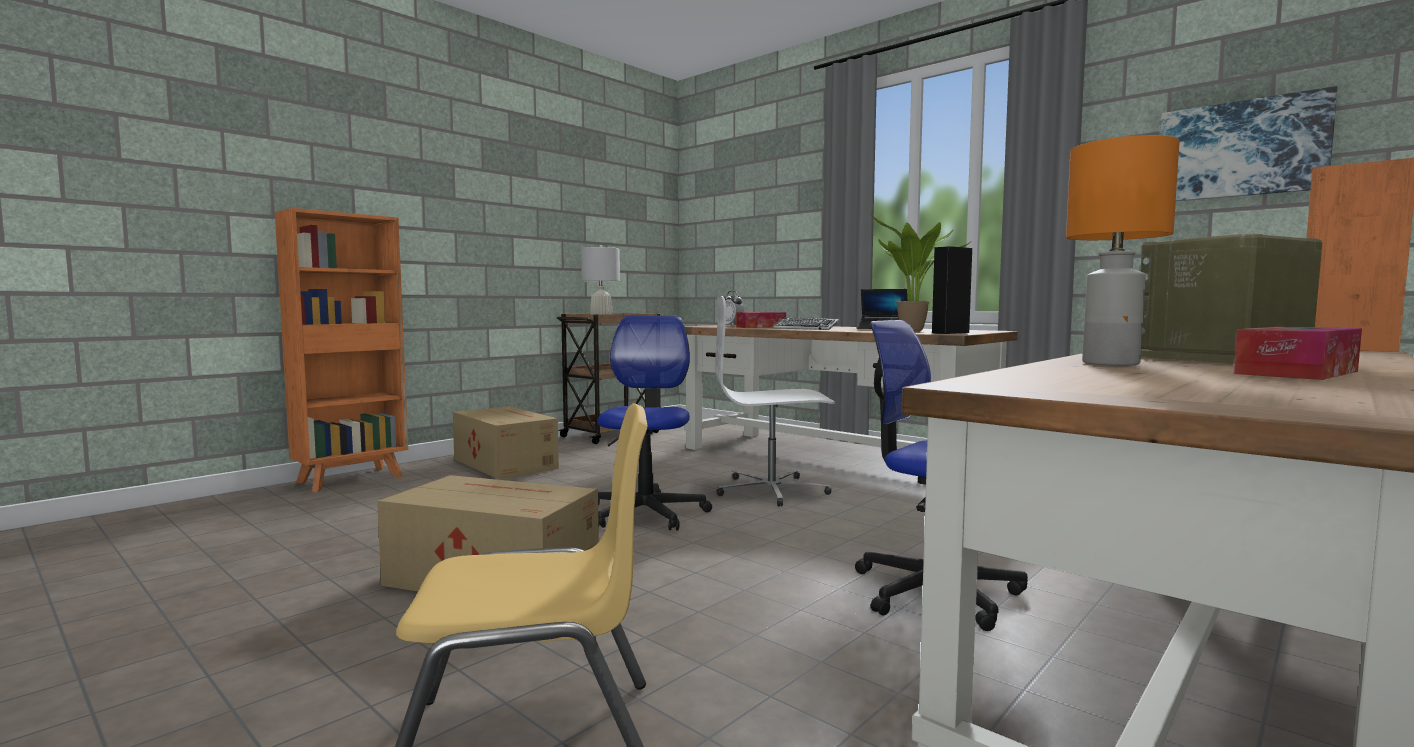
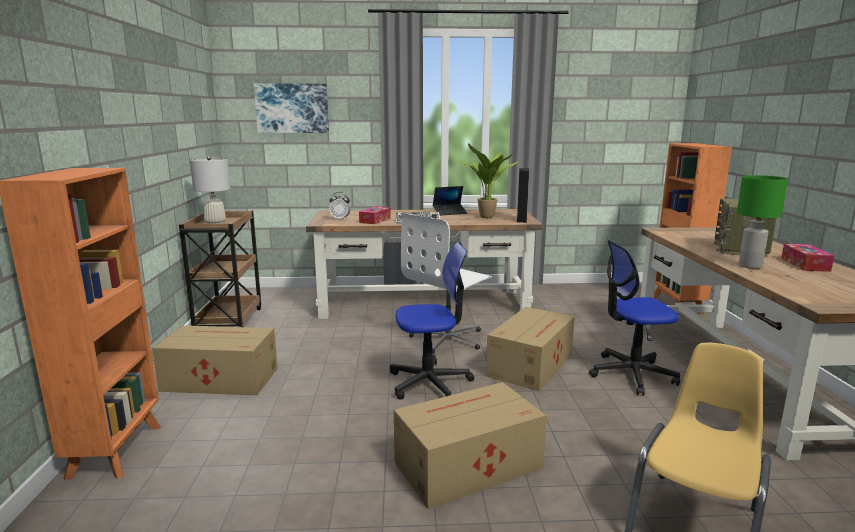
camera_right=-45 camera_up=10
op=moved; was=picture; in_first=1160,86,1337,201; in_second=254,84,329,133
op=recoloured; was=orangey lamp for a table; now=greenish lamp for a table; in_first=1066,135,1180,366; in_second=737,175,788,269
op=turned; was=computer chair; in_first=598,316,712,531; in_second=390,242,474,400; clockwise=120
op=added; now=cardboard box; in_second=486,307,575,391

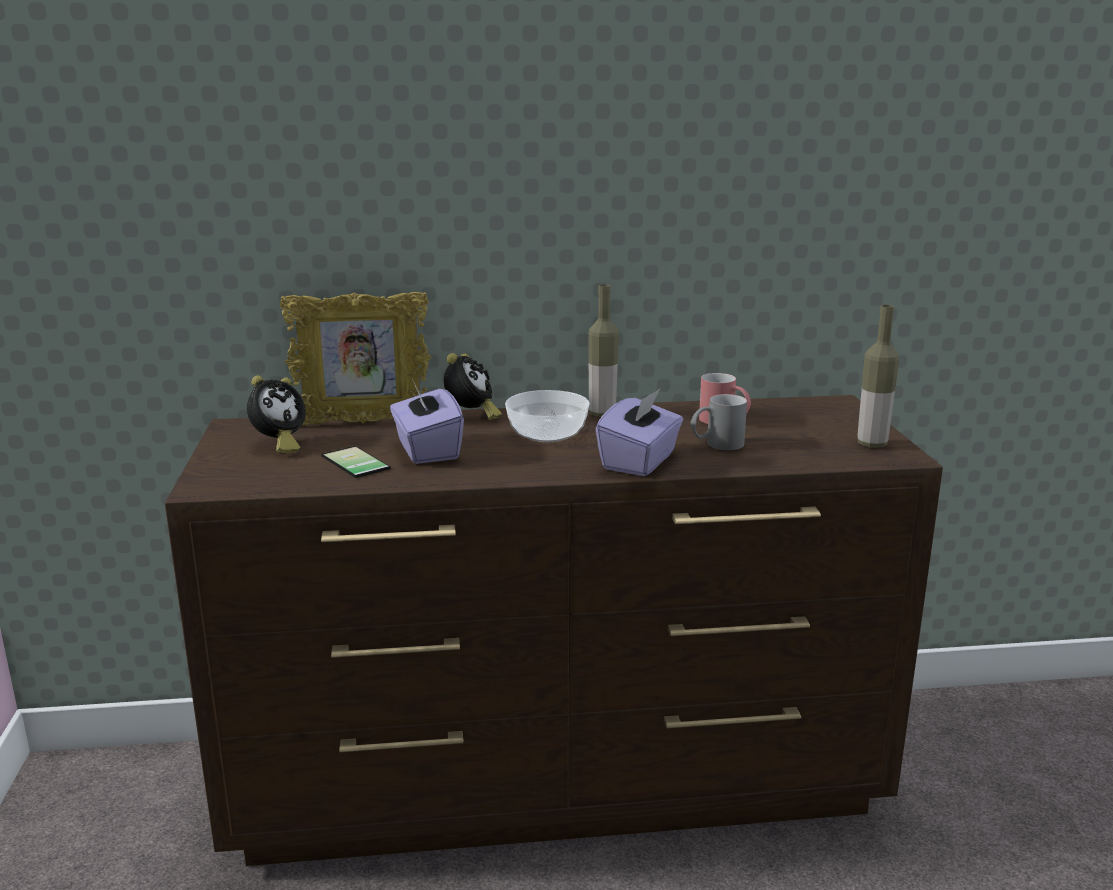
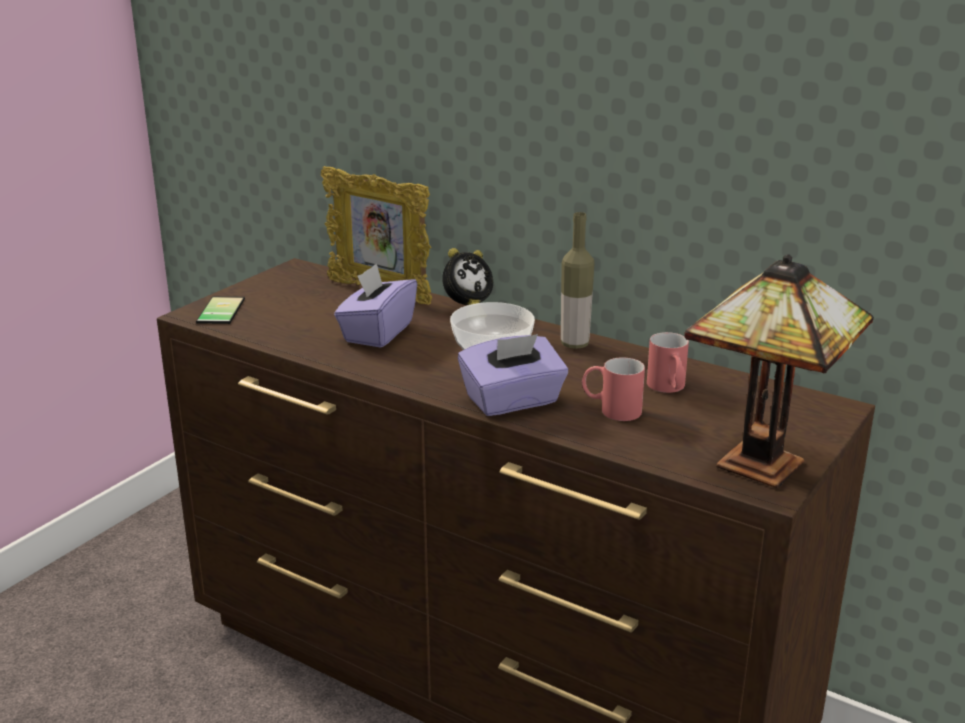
camera_right=40 camera_up=5
op=replaced; was=beverage bottle; now=lamp for a table; in_first=857,305,899,448; in_second=684,254,874,488
op=removed; was=bedside clock; in_first=247,376,306,453
op=recoloured; was=greyish tea mug; now=red-coloured tea mug; in_first=691,394,747,450; in_second=582,357,645,421
op=moved; was=handset; in_first=321,446,391,478; in_second=196,296,245,324

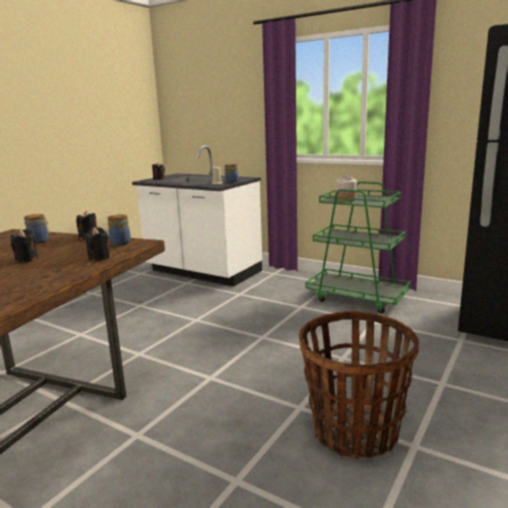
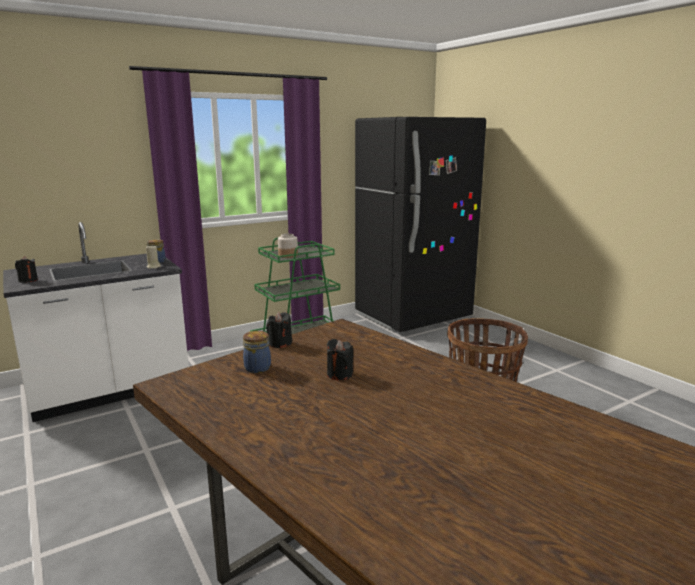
camera_right=-65 camera_up=0
op=removed; was=jar; in_first=107,214,131,246
op=removed; was=black wax candle; in_first=84,227,110,261

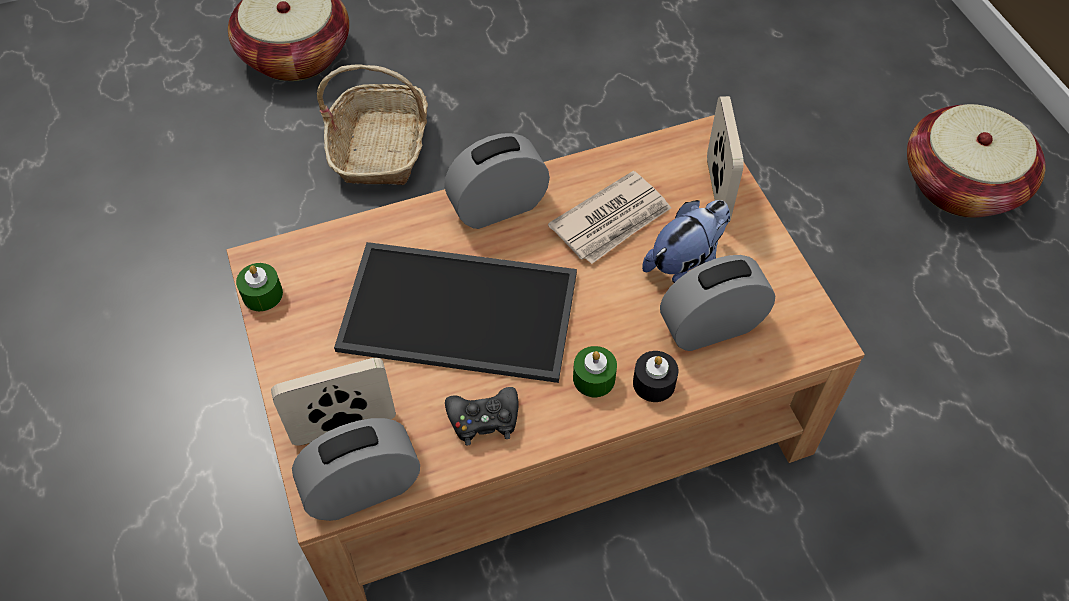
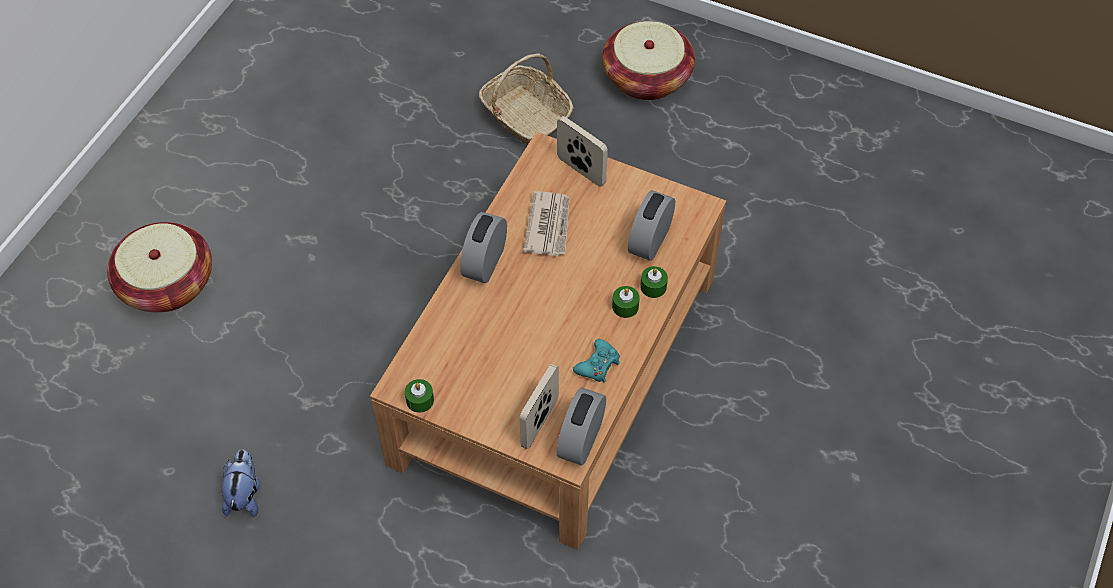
camera_right=-45 camera_up=0
op=moved; was=basket; in_first=317,65,428,185; in_second=479,54,574,146
op=moved; was=cuddly toy; in_first=642,200,730,283; in_second=222,450,260,517
op=removed; was=carrying tray; in_first=334,242,577,383
op=recoloured; was=black wax candle; now=greenish wax candle; in_first=633,351,679,402; in_second=640,266,668,298
op=recoloured; was=black game controller; now=turquoise game controller; in_first=445,387,518,445; in_second=573,339,620,382

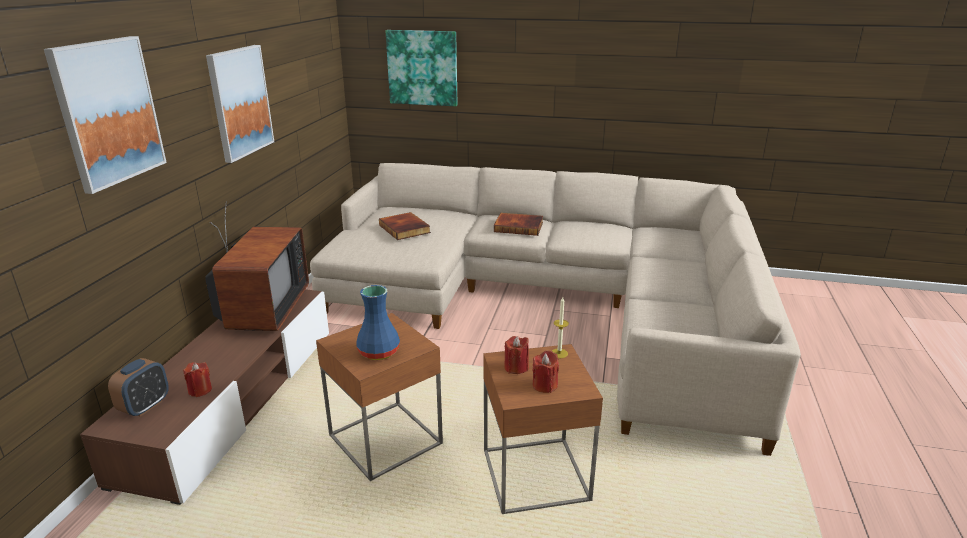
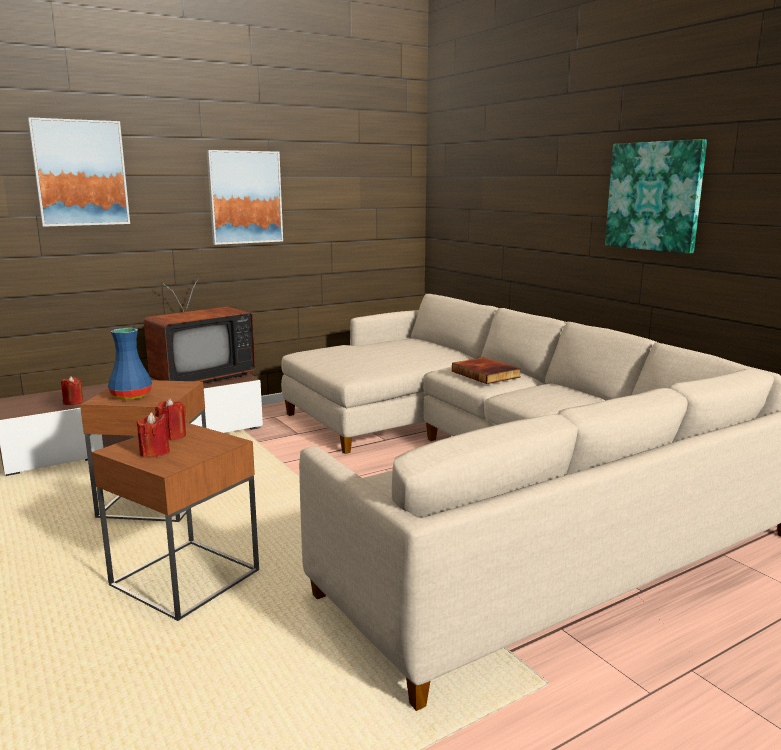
camera_right=45 camera_up=-10
op=moved; was=picture; in_first=386,30,458,106; in_second=605,139,707,254
op=removed; was=book; in_first=379,212,431,240
op=removed; was=wax candle; in_first=552,297,569,358
op=removed; was=bedside clock; in_first=108,358,169,417

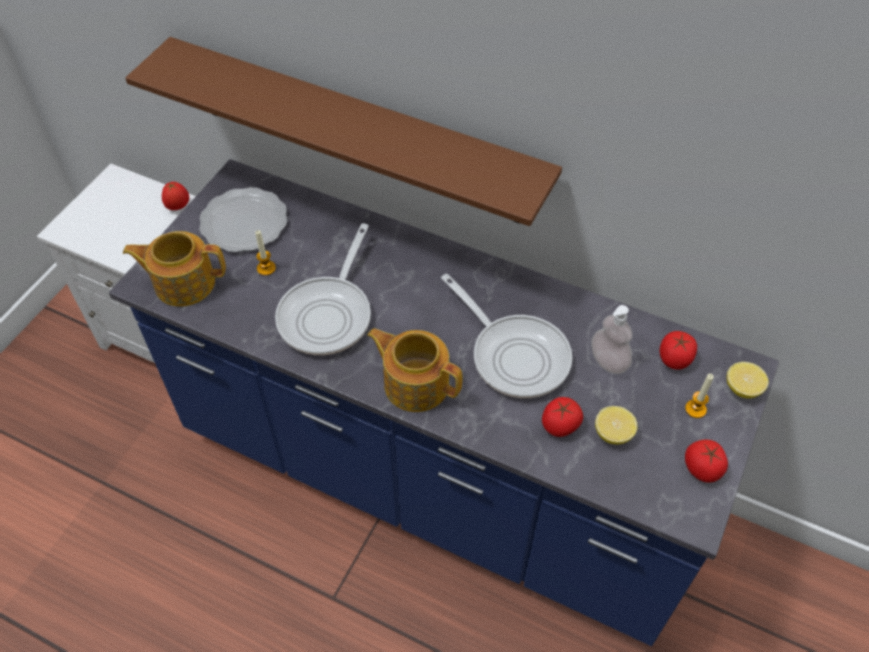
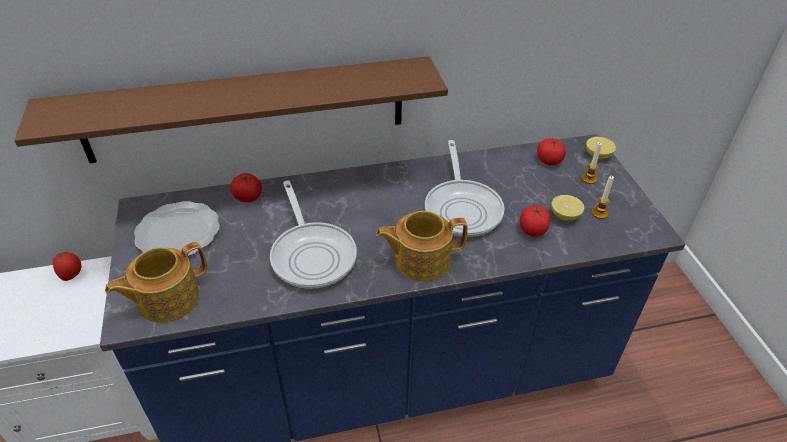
camera_right=-40 camera_up=-10
op=moved; was=wax candle; in_first=255,230,276,276; in_second=592,176,614,219
op=turned; was=pan; in_first=441,274,573,398; in_second=425,140,505,237; clockwise=75
op=removed; was=soap bottle; in_first=591,305,633,374
op=moved; was=whole tomato; in_first=685,440,728,482; in_second=230,173,262,202

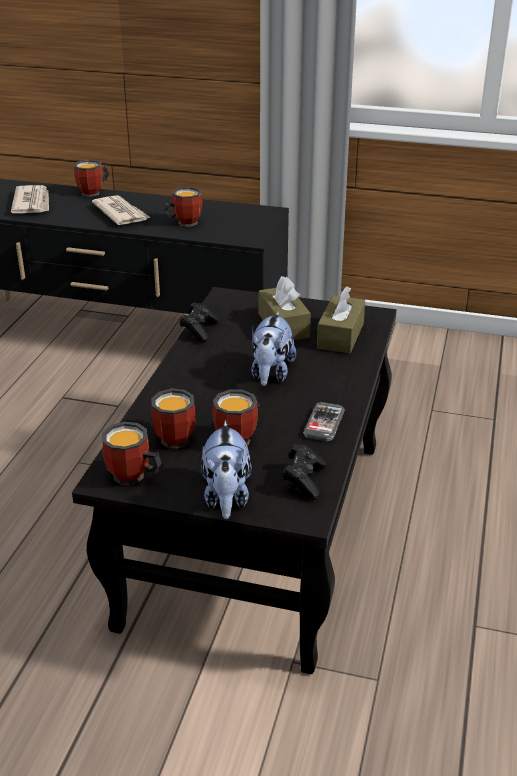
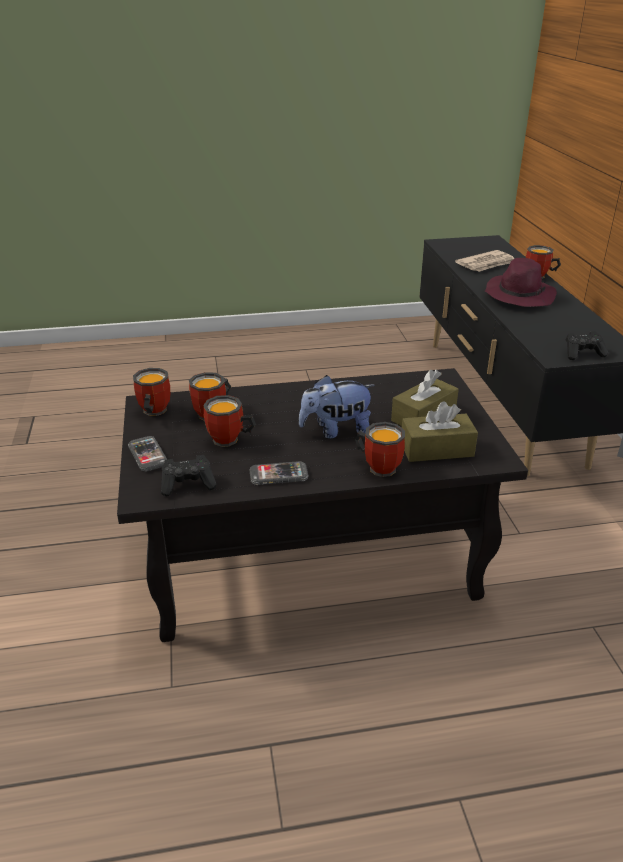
camera_right=65 camera_up=0
op=moved; was=tea mug; in_first=163,187,202,227; in_second=355,422,405,477
op=replaced; was=newspaper; now=purple wearable hat; in_first=92,195,151,225; in_second=485,258,557,307
op=moved; was=black game controller; in_first=180,302,219,342; in_second=566,331,608,360
op=replaced; was=cuddly toy; now=handset; in_first=201,420,252,519; in_second=128,436,167,471

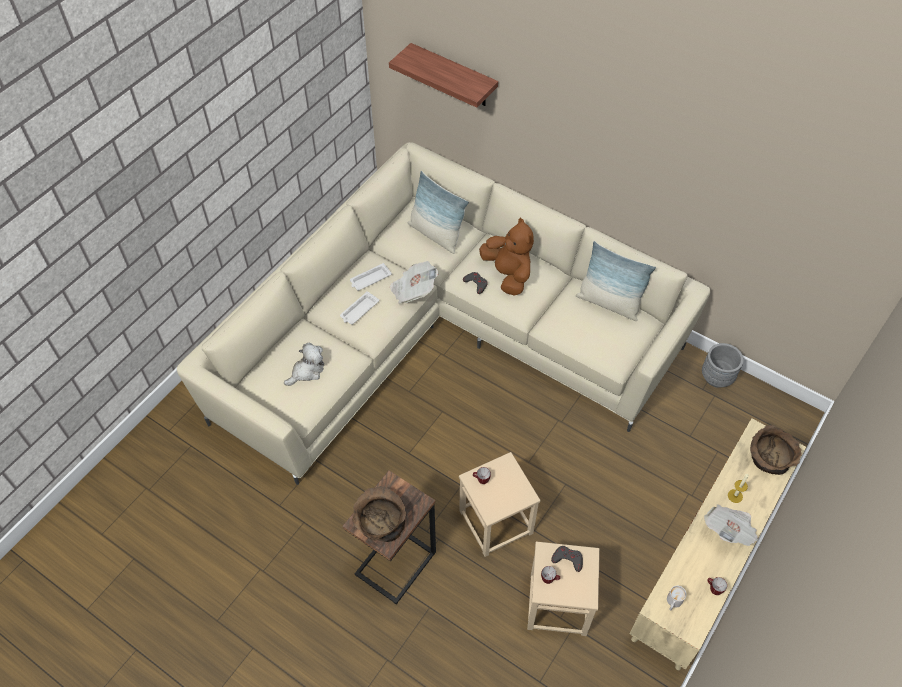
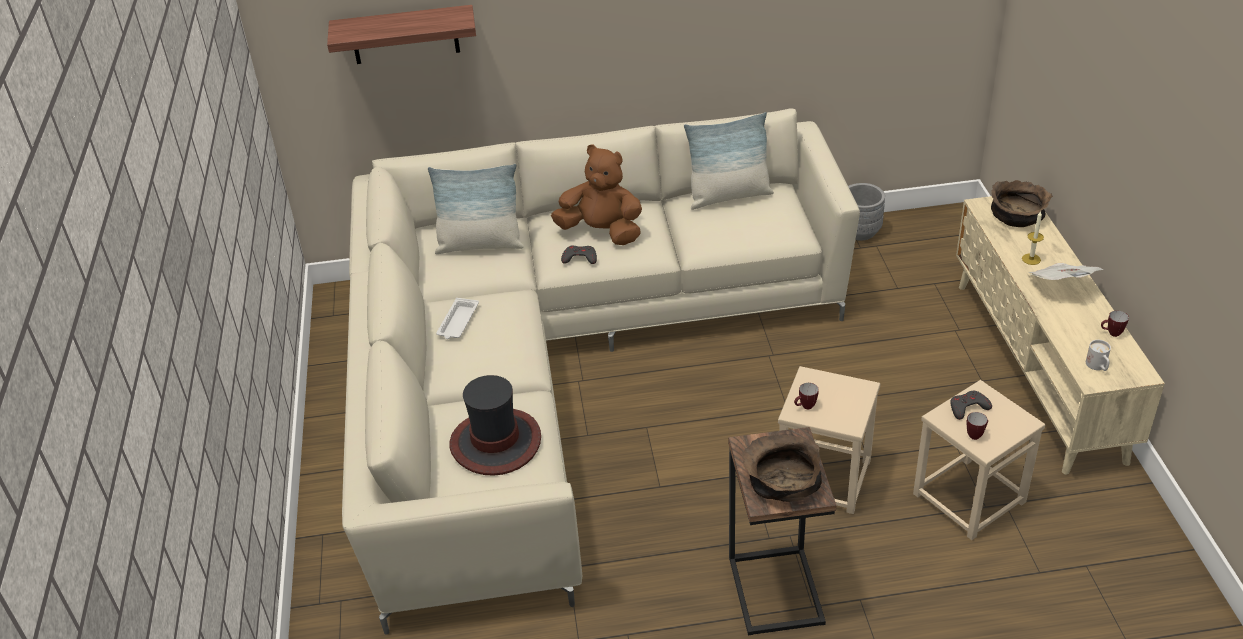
camera_right=-40 camera_up=-15
op=removed; was=newspaper; in_first=390,261,438,304
op=removed; was=white carrying tray; in_first=340,291,379,325
op=replaced; was=cuddly toy; now=wearable hat; in_first=284,343,324,386; in_second=449,375,541,476

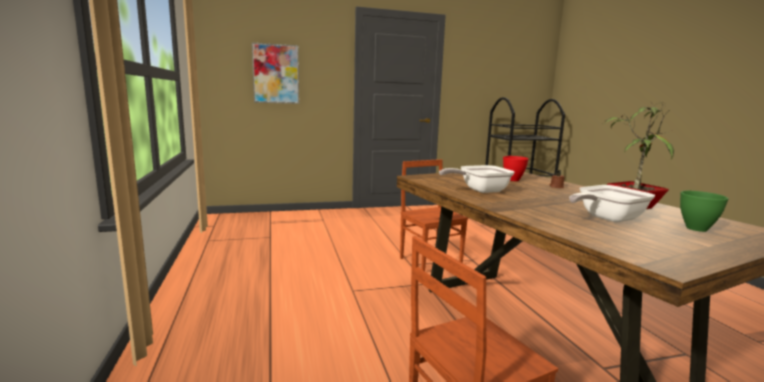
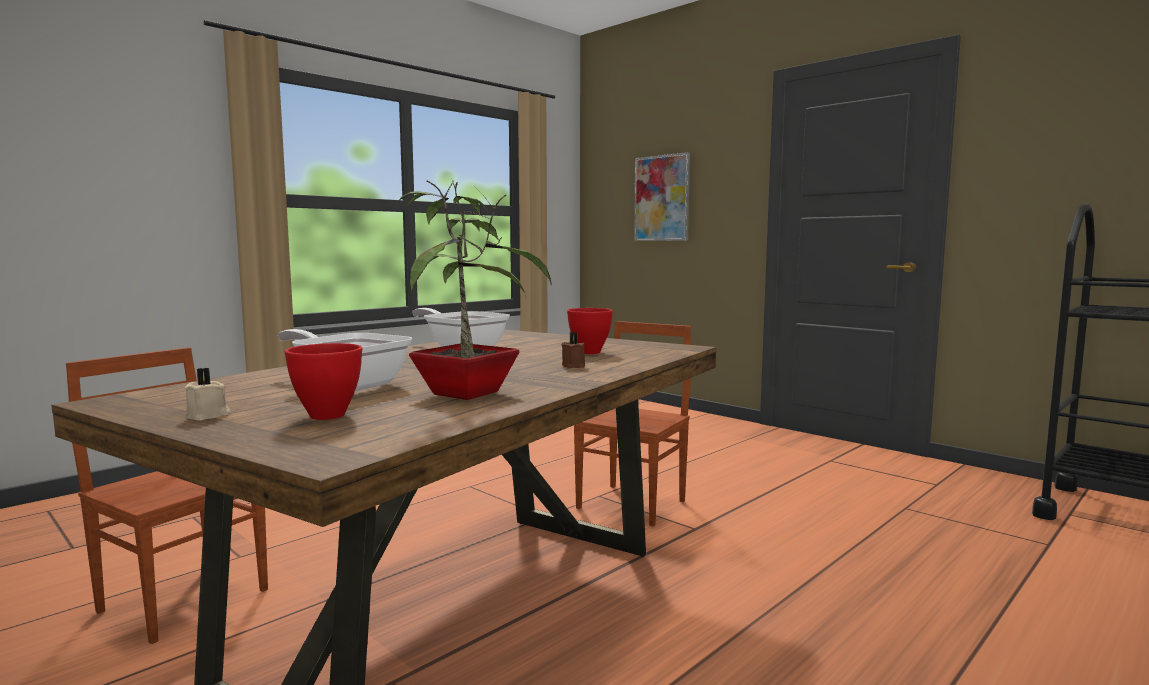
camera_right=60 camera_up=-5
op=recoloured; was=greenish bowl; now=red-coloured bowl; in_first=680,191,729,232; in_second=285,343,362,420
op=added; now=sand-coloured wax candle; in_second=185,368,231,421

